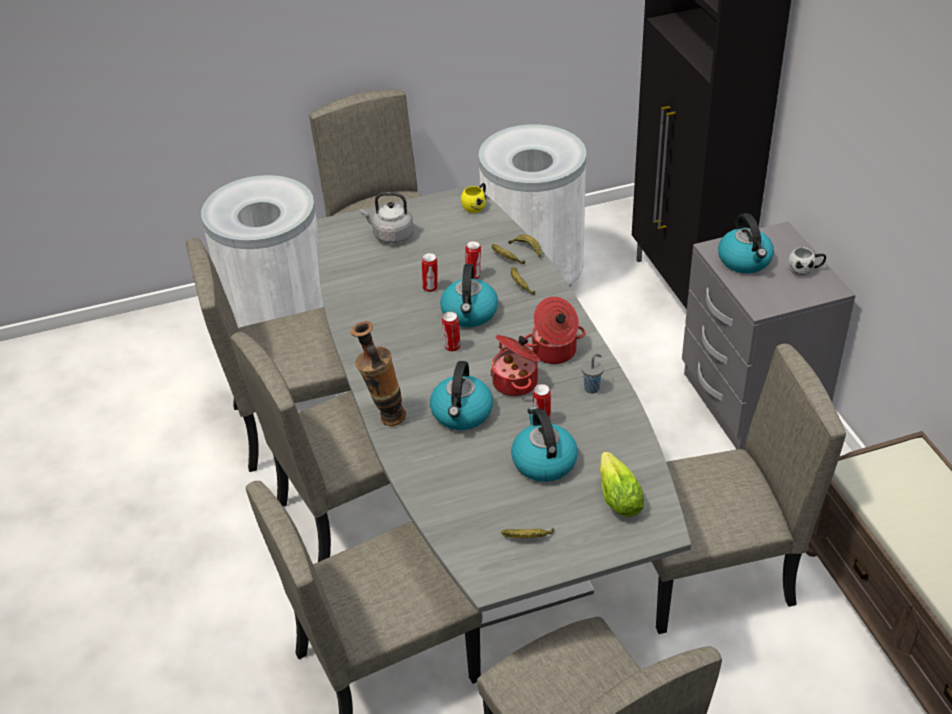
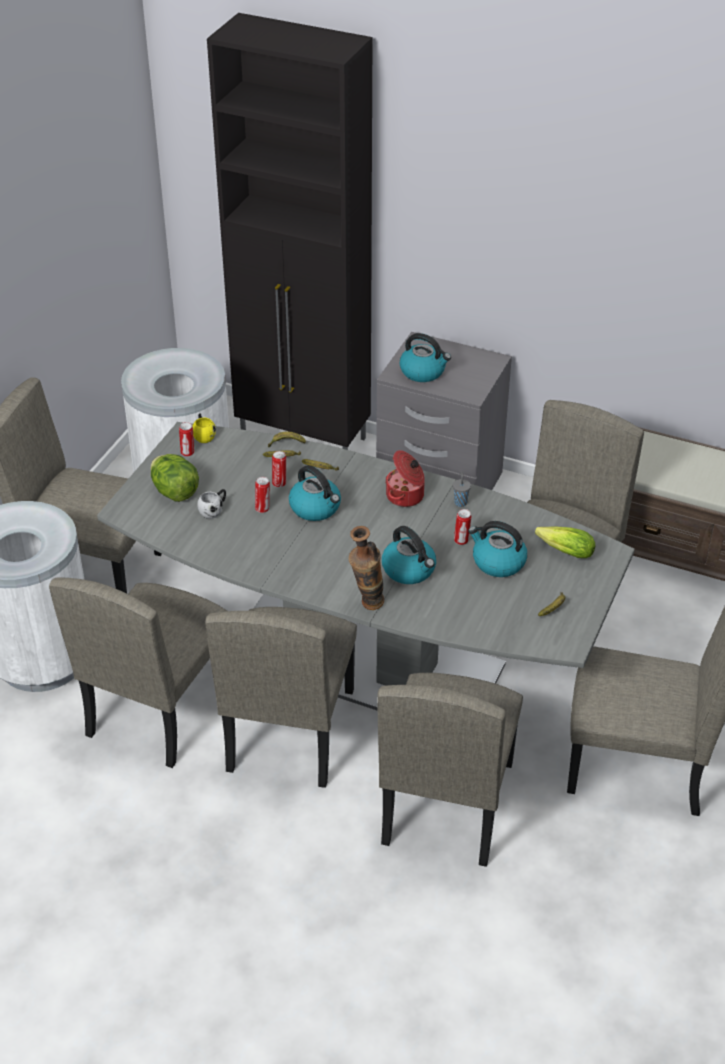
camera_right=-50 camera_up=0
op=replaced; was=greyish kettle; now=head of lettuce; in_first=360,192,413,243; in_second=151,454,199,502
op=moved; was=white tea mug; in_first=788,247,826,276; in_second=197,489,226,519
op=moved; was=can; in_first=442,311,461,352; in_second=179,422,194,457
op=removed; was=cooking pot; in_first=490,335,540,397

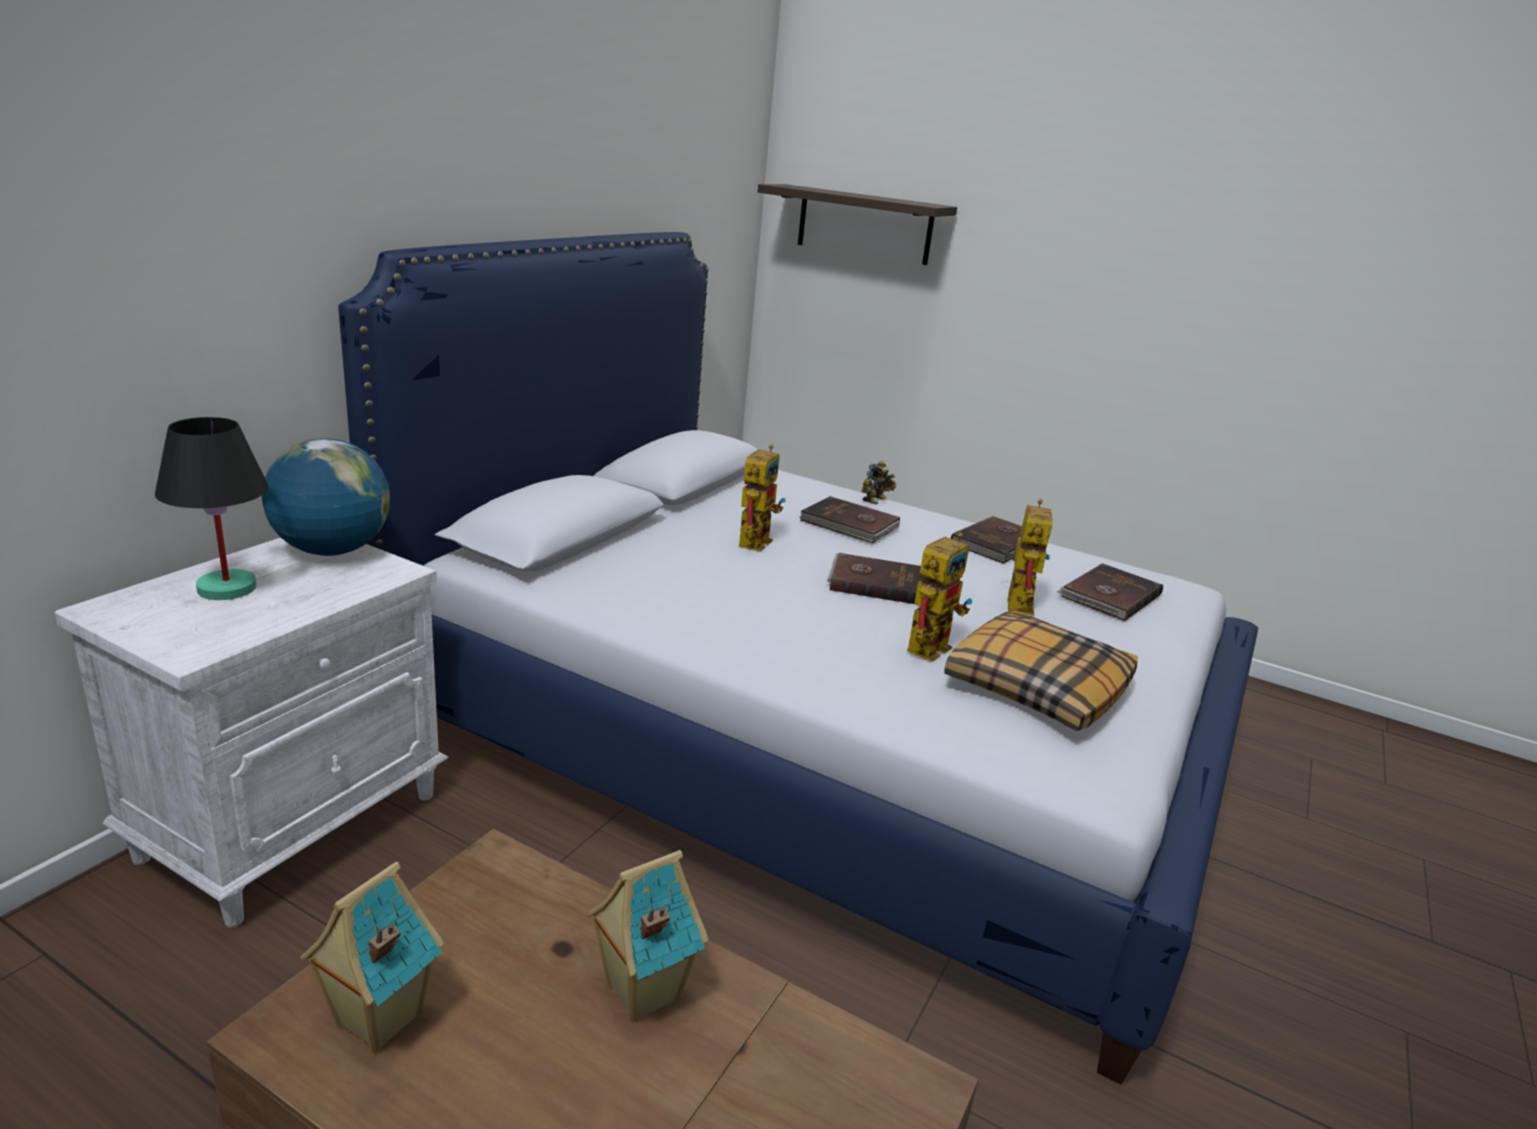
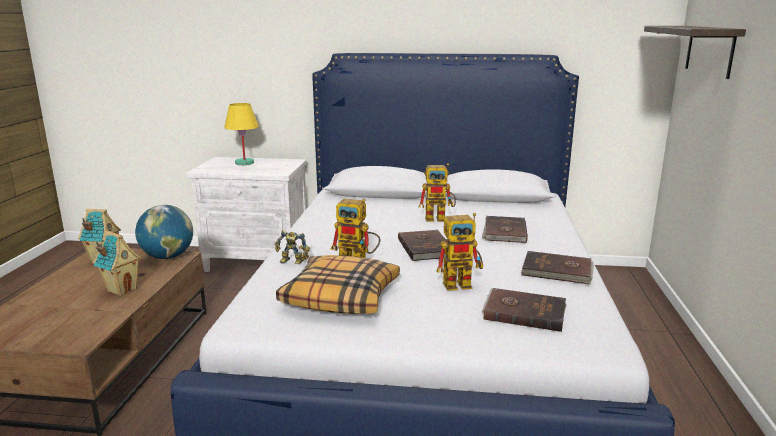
camera_right=70 camera_up=-5
op=recoloured; was=black lamp for a table; now=yellow lamp for a table; in_first=155,417,269,600; in_second=224,103,259,165
op=moved; was=desk globe; in_first=262,438,390,556; in_second=135,205,193,259
op=moved; was=model robot; in_first=862,461,896,504; in_second=275,230,310,264

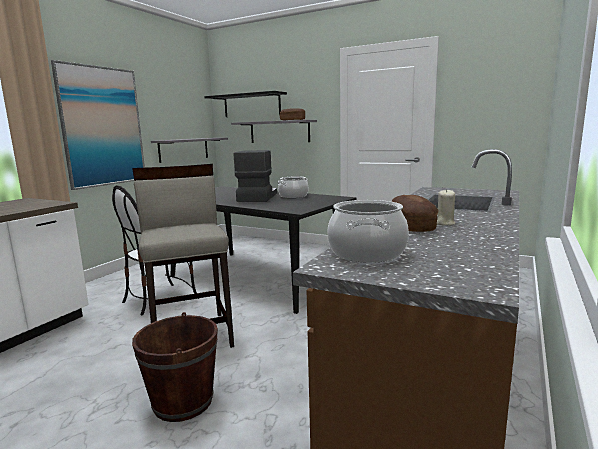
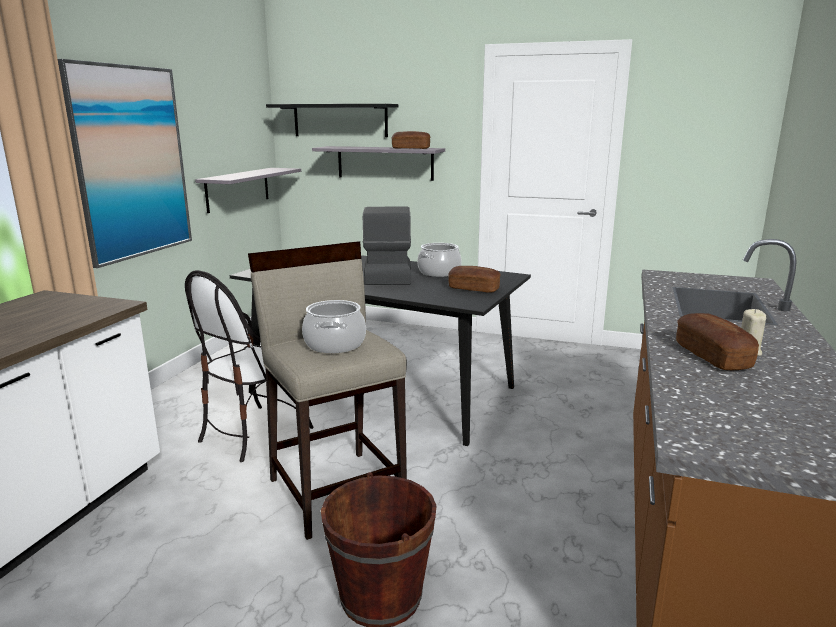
camera_right=-10 camera_up=5
op=moved; was=cooking pot; in_first=327,200,409,263; in_second=302,300,366,353
op=added; now=bakery bread; in_second=448,266,500,293

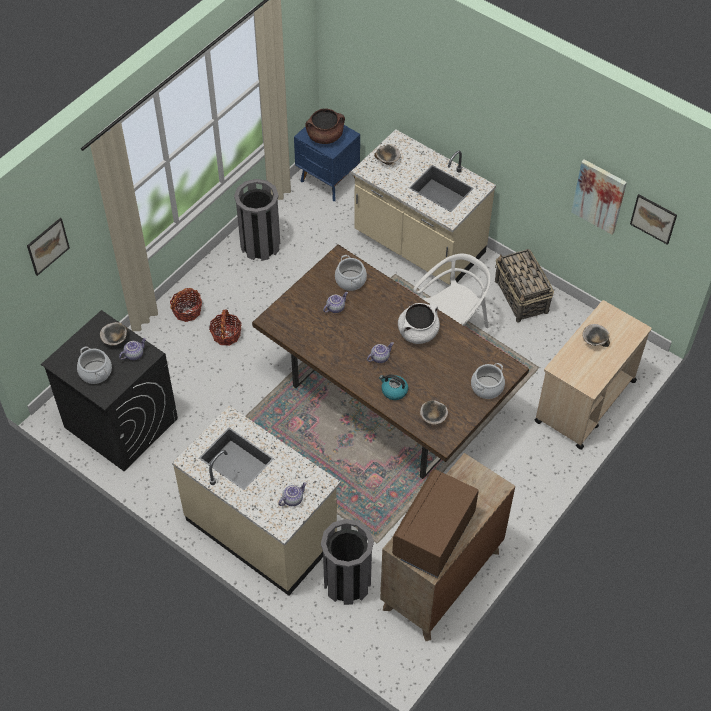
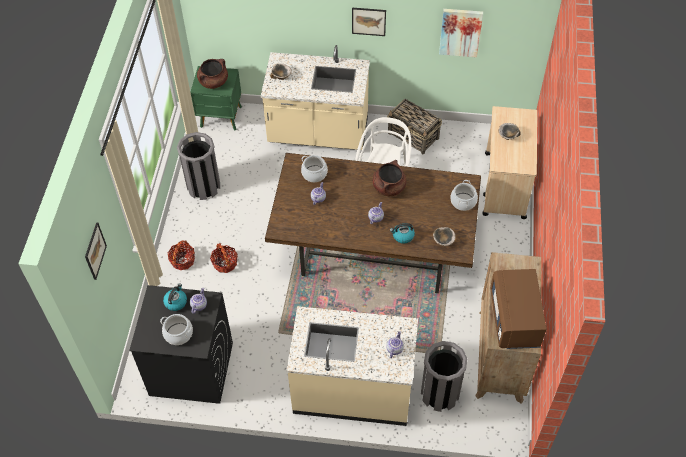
camera_right=-30 camera_up=0
op=recoloured; was=blue night table; now=greenish night table; in_first=294,125,360,201; in_second=190,66,242,130
op=moved; was=picture; in_first=630,194,677,245; in_second=352,8,386,36
op=recoloured; was=white cooking pot; now=brownish cooking pot; in_first=398,303,440,344; in_second=373,160,406,196
op=replaced; was=bowl; now=kettle; in_first=100,322,129,345; in_second=163,284,187,311

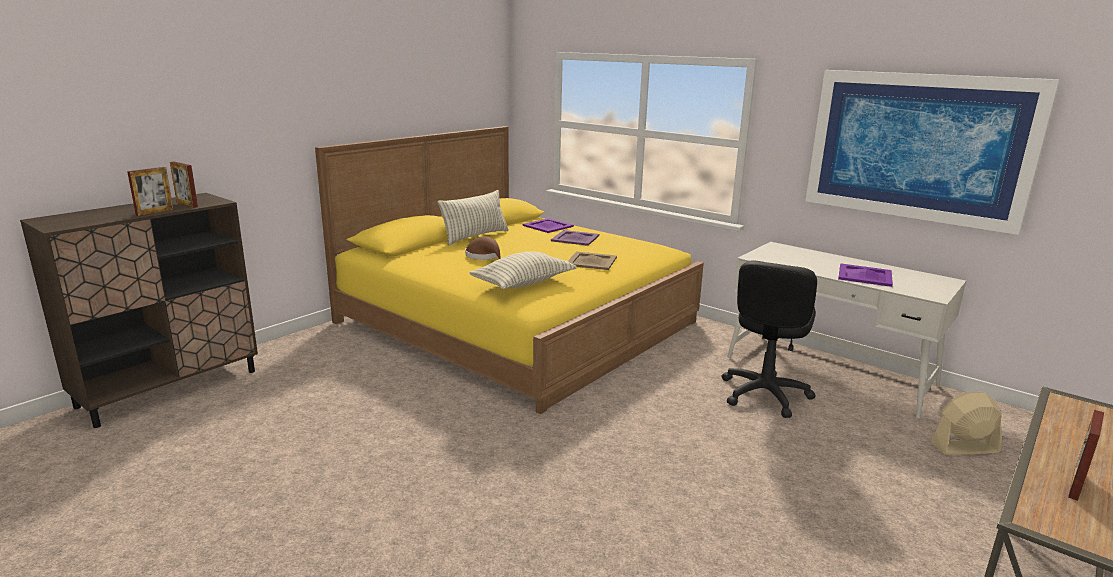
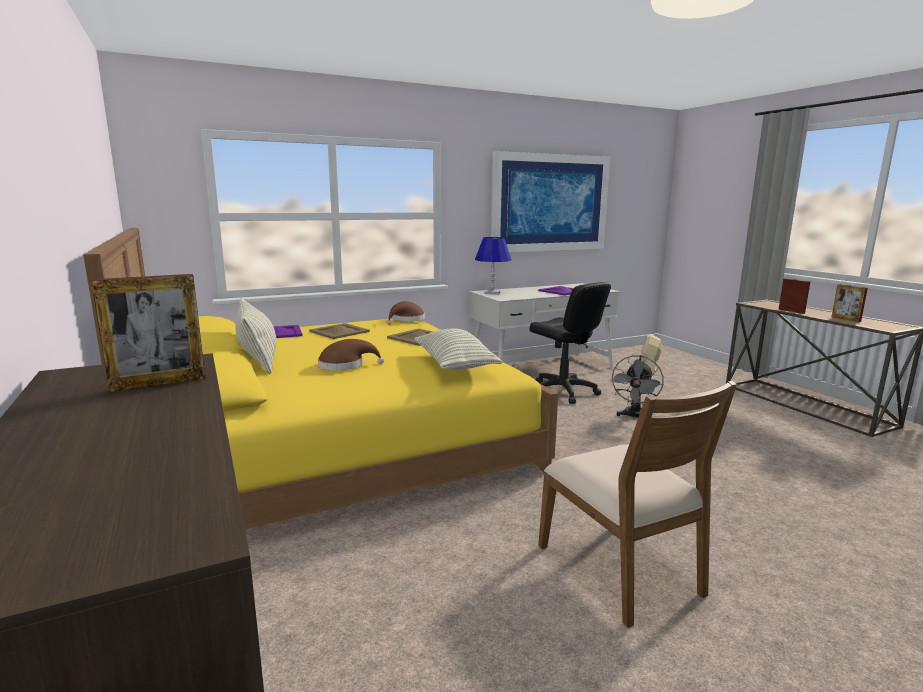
camera_right=-65 camera_up=-5
op=moved; was=photo frame; in_first=127,167,173,216; in_second=778,278,811,314
op=recoloured; was=purple carrying tray; now=sand-coloured carrying tray; in_first=551,230,599,246; in_second=309,323,370,339
op=added; now=blue lamp for a table; in_second=475,237,511,294
op=added; now=brownish wearable hat; in_second=387,301,425,325
op=added; now=greyish fan; in_second=610,355,664,419
op=added; now=brownish upright chair; in_second=538,381,737,628

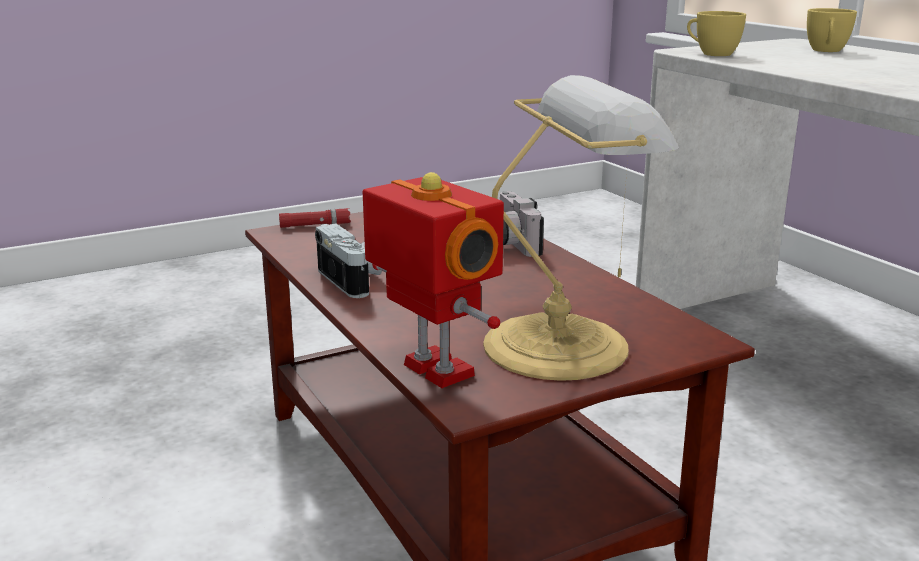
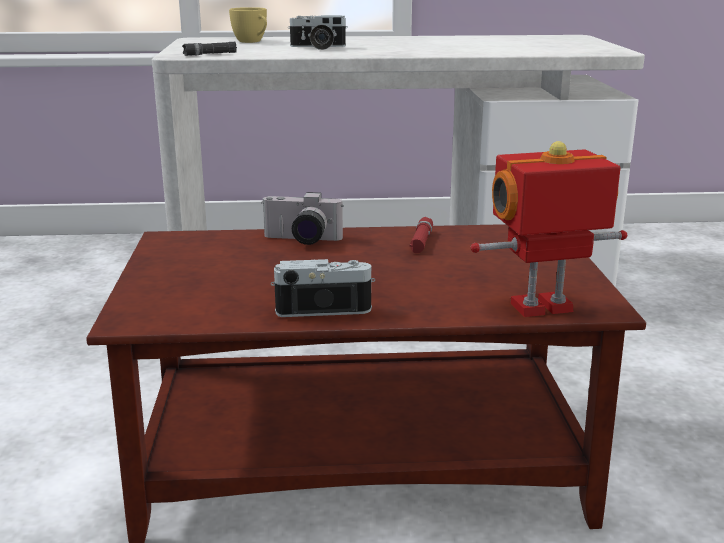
camera_right=-65 camera_up=0
op=replaced; was=yellow drinking cup; now=black hand torch; in_first=687,11,746,56; in_second=182,42,237,56
op=removed; was=lamp for a table; in_first=483,75,679,381
op=moved; was=red-coloured hand torch; in_first=279,208,351,228; in_second=410,217,433,253
op=added; now=photo camera; in_second=288,15,348,50

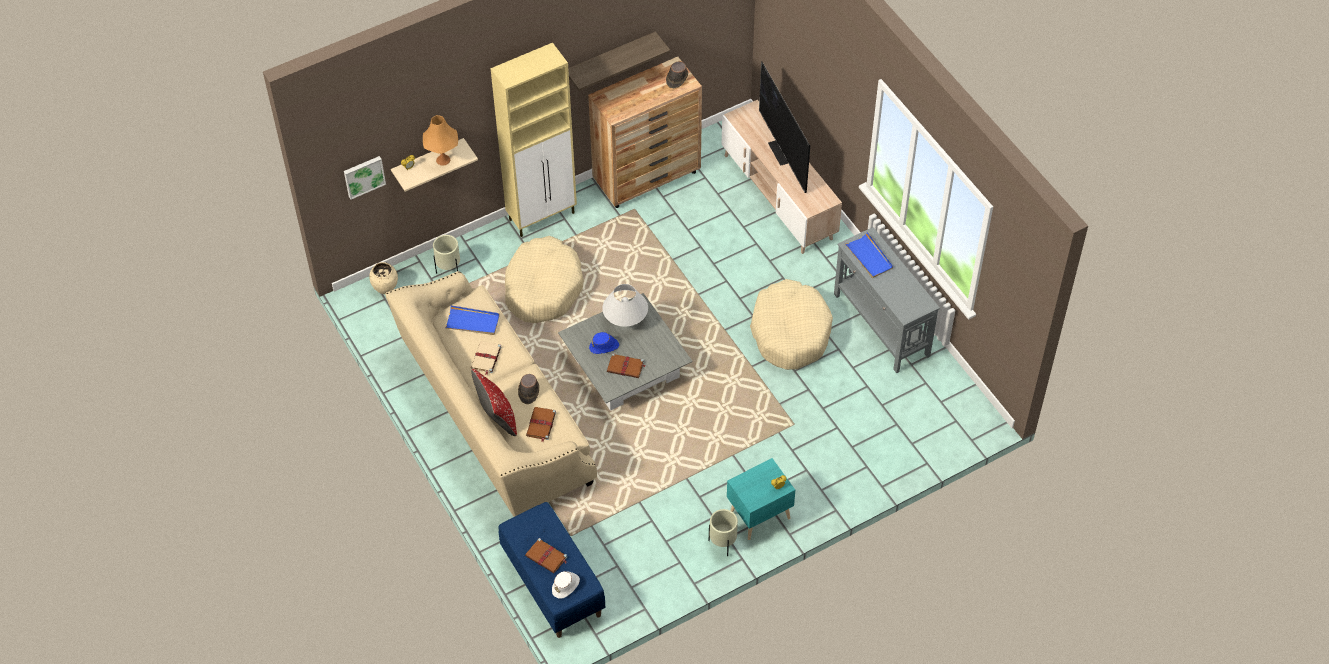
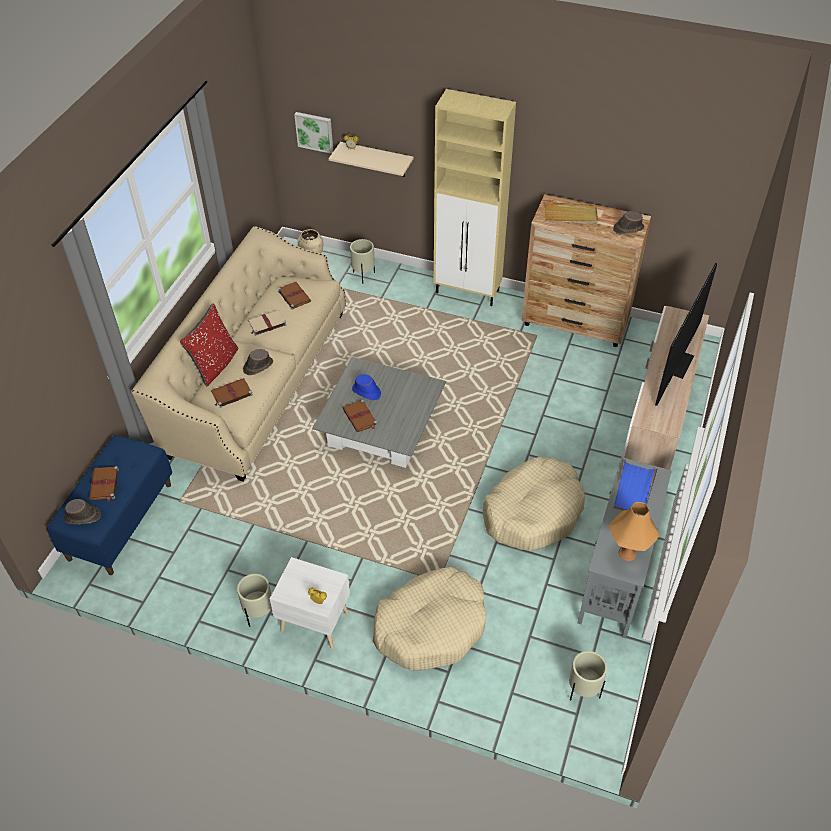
camera_right=50 camera_up=-5
op=removed; was=shelf; in_first=568,31,670,91
op=moved; was=orangey lamp for a table; in_first=423,115,458,166; in_second=608,502,660,561
op=moved; was=sand-coloured dog bed; in_first=505,236,584,323; in_second=373,567,486,671
op=removed; was=white lamp for a table; in_first=602,284,648,327
op=replaced; was=blue carrying tray; now=brownish book; in_first=445,305,500,335; in_second=278,282,311,310
op=recoloured; was=turquoise night table; now=white night table; in_first=727,458,795,540; in_second=270,557,350,648
op=recoloured; was=white wearable hat; now=brownish wearable hat; in_first=552,571,580,599; in_second=64,499,101,524
op=added; now=sand-coloured carrying tray; in_second=545,202,598,224
op=added; now=sand-coloured flower pot; in_second=569,651,607,701

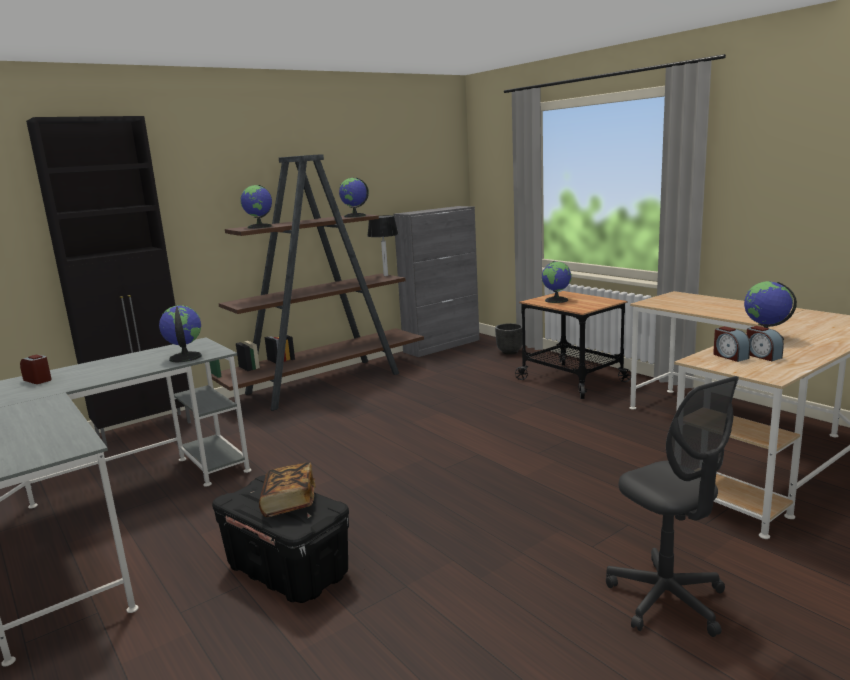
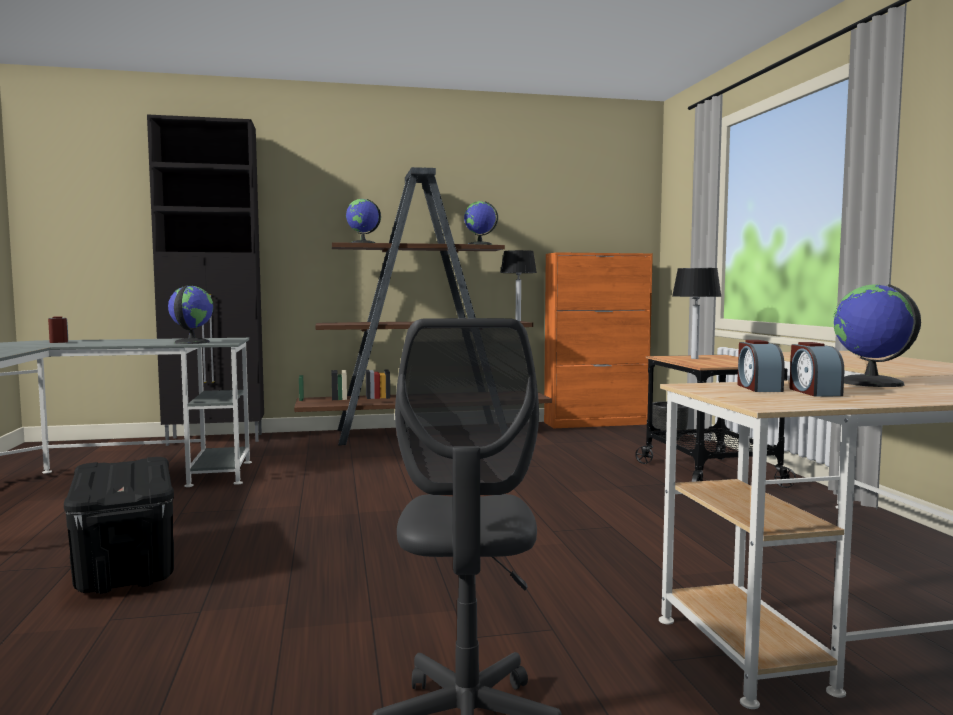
camera_right=25 camera_up=-10
op=recoloured; was=greyish cupboard; now=orangey cupboard; in_first=393,206,480,357; in_second=544,252,653,428
op=replaced; was=desk globe; now=lamp for a table; in_first=542,261,572,303; in_second=672,268,722,359
op=removed; was=book; in_first=259,462,316,517

